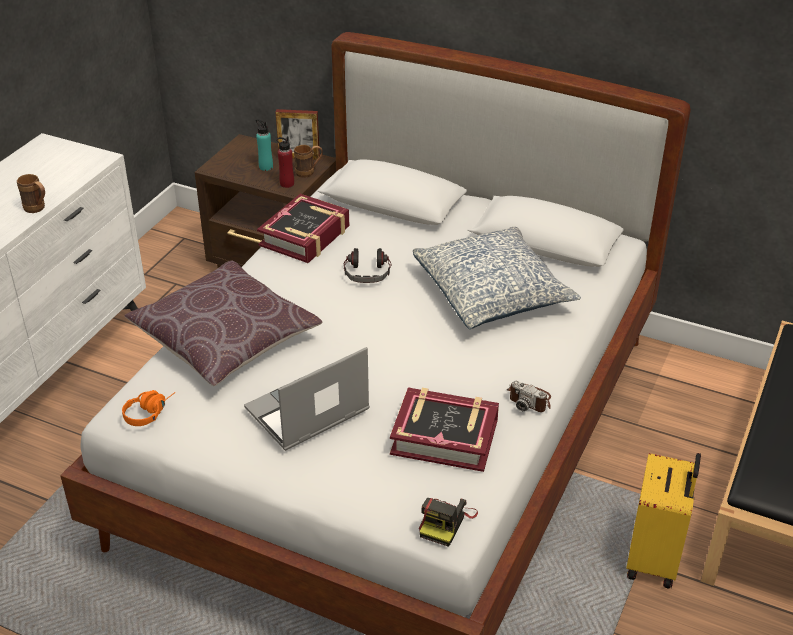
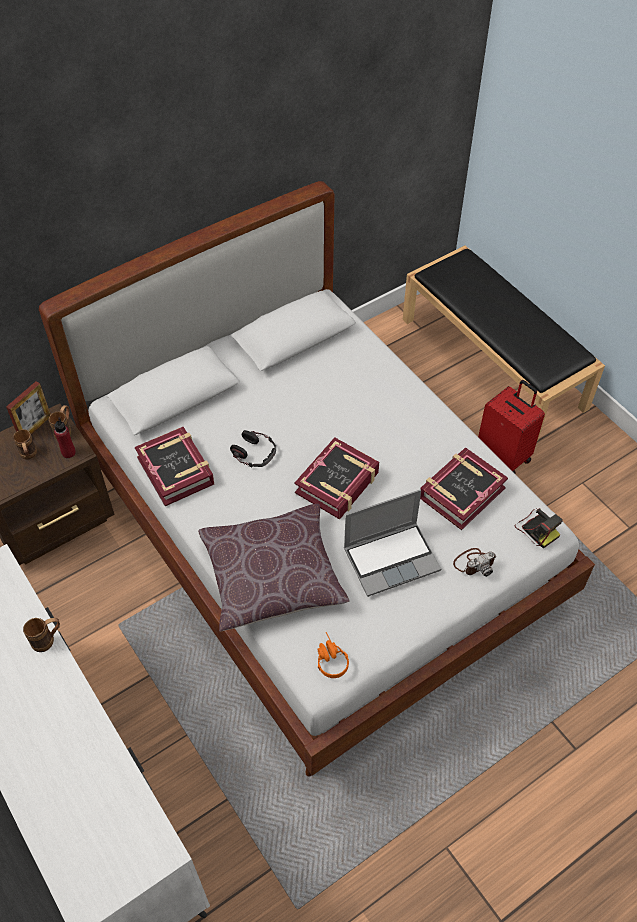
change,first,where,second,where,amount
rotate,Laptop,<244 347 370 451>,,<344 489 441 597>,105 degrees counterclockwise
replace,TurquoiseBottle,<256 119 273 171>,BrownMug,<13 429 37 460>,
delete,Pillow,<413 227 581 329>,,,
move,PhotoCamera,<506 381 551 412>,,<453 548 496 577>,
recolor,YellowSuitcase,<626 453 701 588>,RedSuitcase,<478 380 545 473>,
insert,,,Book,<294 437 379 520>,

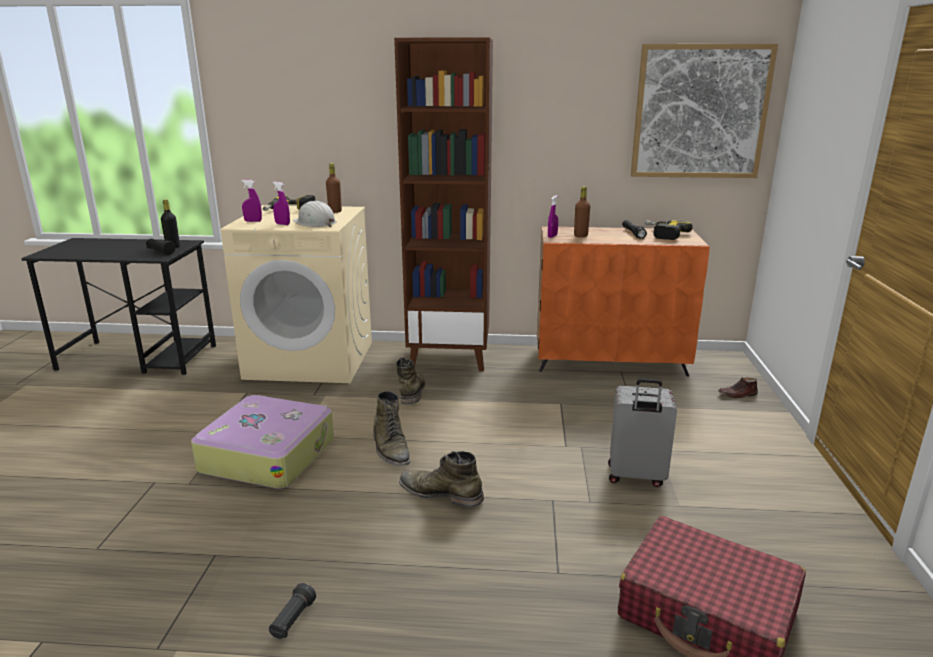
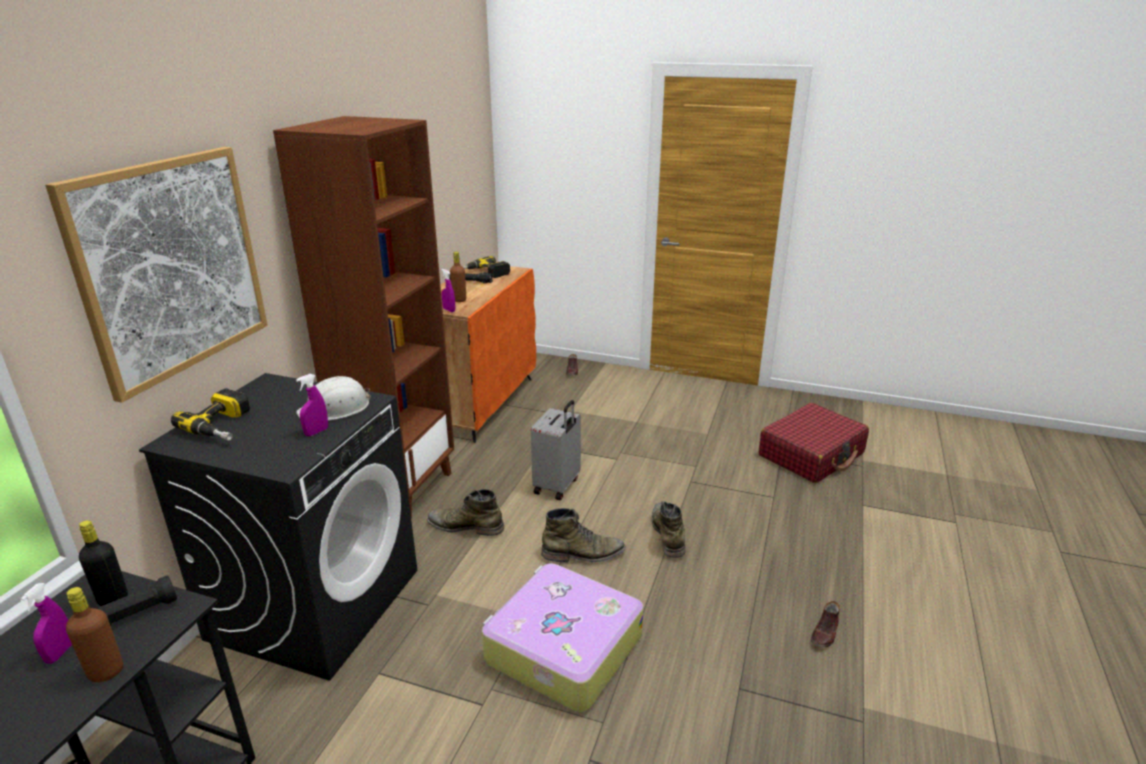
change,first,where,second,where,amount
recolor,BeigeWashingMachine,<221 205 372 383>,BlackWashingMachine,<139 373 417 681>,
move,PurpleSprayBottle,<241 180 262 222>,,<20 583 72 664>,
replace,BlackFlashlight,<269 583 316 639>,BrownShoe,<811 601 840 647>,
move,BrownBottle,<326 163 342 213>,,<66 587 123 682>,
rotate,GreenBoot,<399 451 484 507>,,<652 501 686 558>,135 degrees clockwise
move,GreySuitcase,<608 378 677 487>,,<531 400 581 500>,
move,Picture,<631 44 778 178>,,<45 147 268 403>,

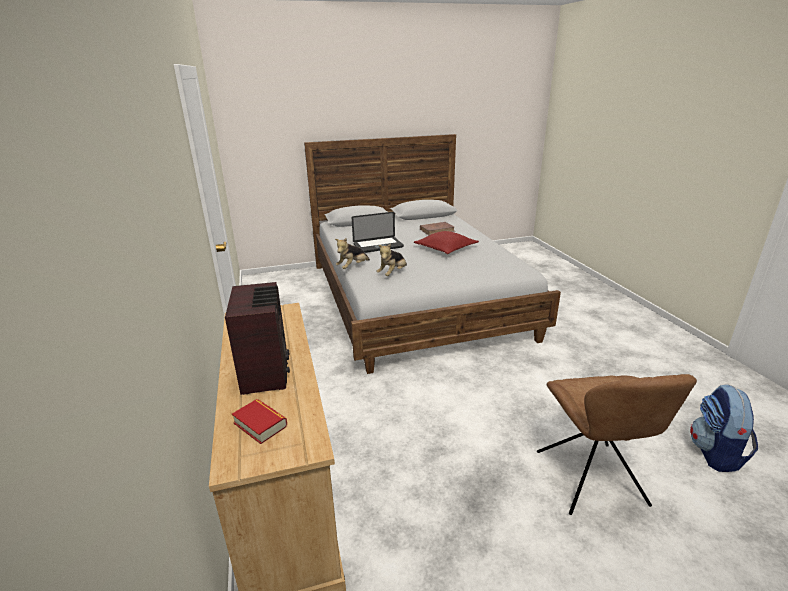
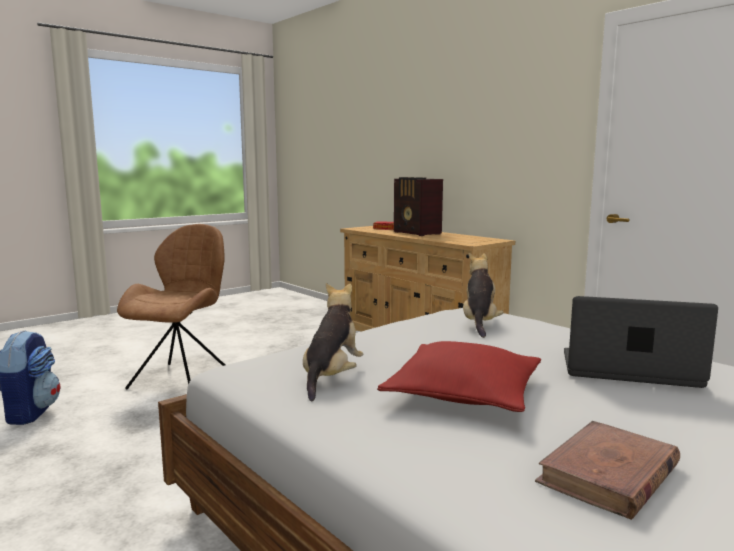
change,first,where,second,where,amount
move,PlushToy,<335 238 370 269>,,<303 283 363 402>,
rotate,Laptop,<352 212 404 253>,,<564 296 718 388>,60 degrees clockwise
rotate,BrownChair,<537 374 697 515>,,<117 224 225 389>,45 degrees clockwise

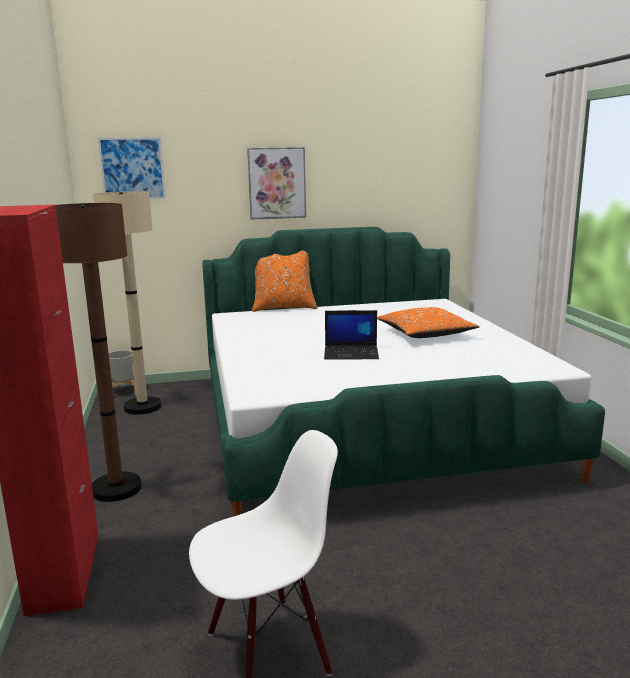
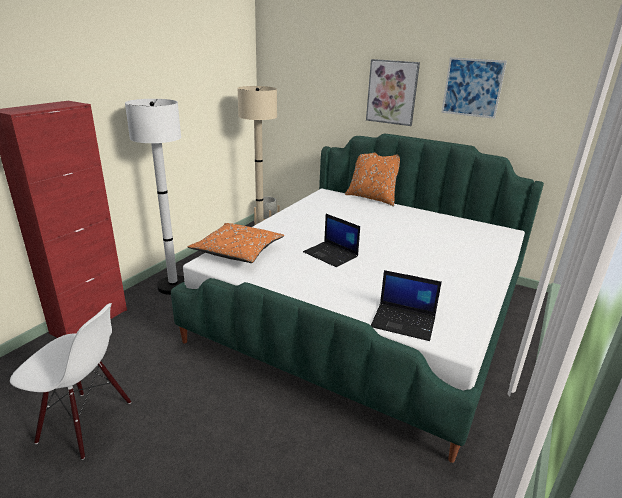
change,first,where,second,where,amount
recolor,BrownFloorLamp,<55 203 142 502>,WhiteFloorLamp,<125 99 184 295>,
move,Picture,<98 137 166 199>,,<441 57 507 119>,
move,OrangePillow,<377 307 480 338>,,<188 223 284 263>,
insert,,,Laptop,<371 270 442 341>,

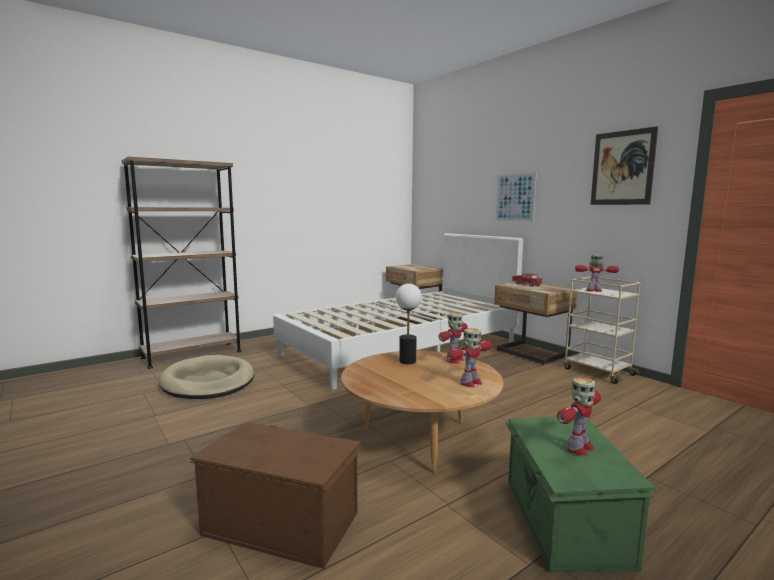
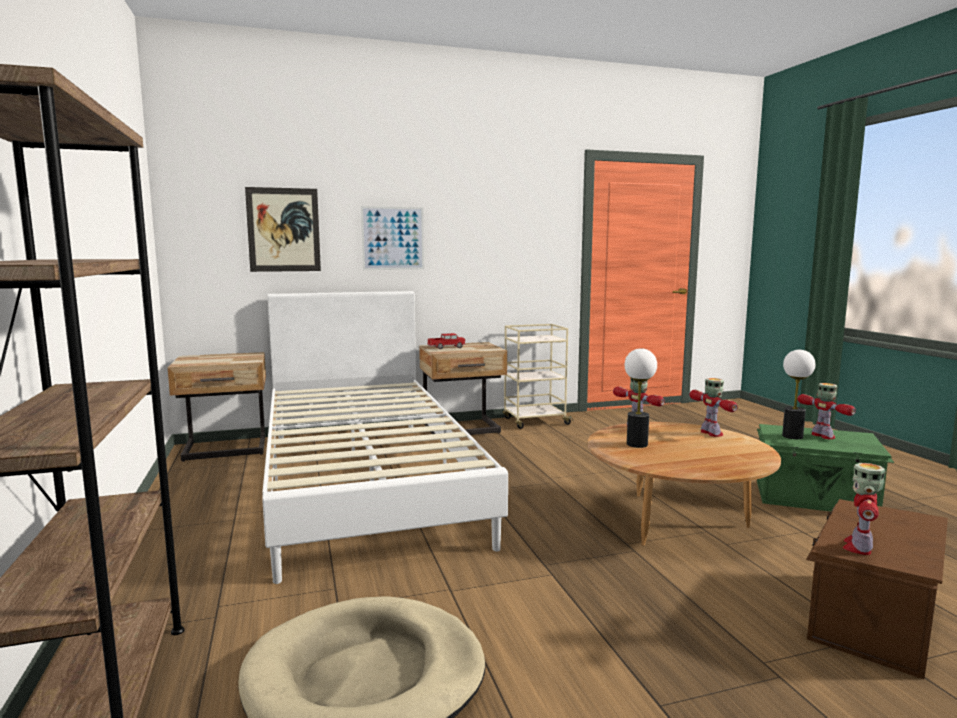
change,first,where,second,where,amount
move,ToyRobot,<575 255 619 292>,,<843 463 886 555>,
move,Picture,<591 126 658 205>,,<245 187 321 272>,
insert,,,TableLamp,<782 350 815 439>,

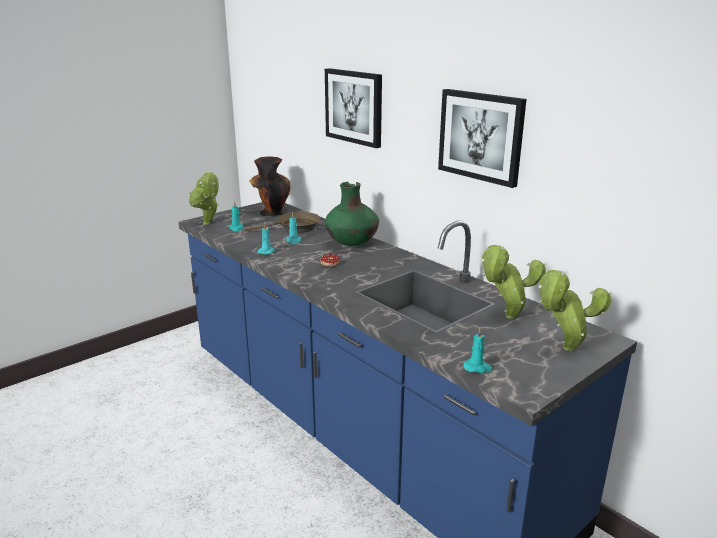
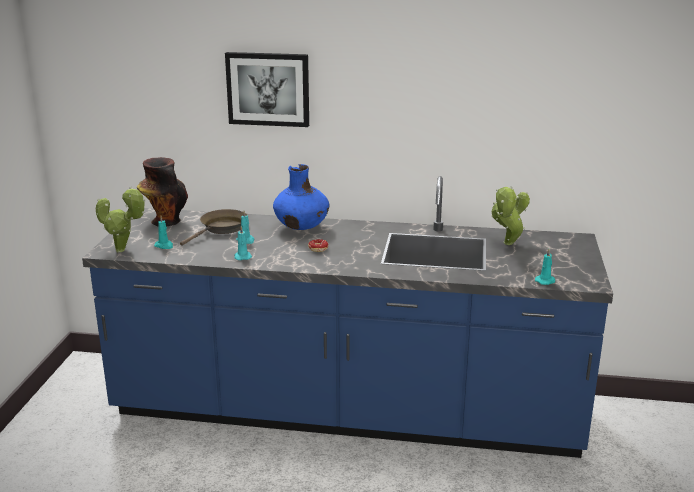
change,first,where,second,where,amount
recolor,GreenVase,<325 182 379 246>,BlueVase,<273 164 330 230>,
delete,Picture,<438 89 526 188>,,,
delete,PottedPlant,<538 270 612 351>,,,

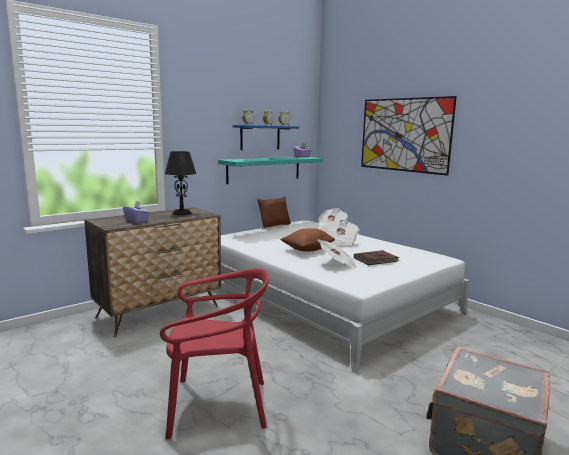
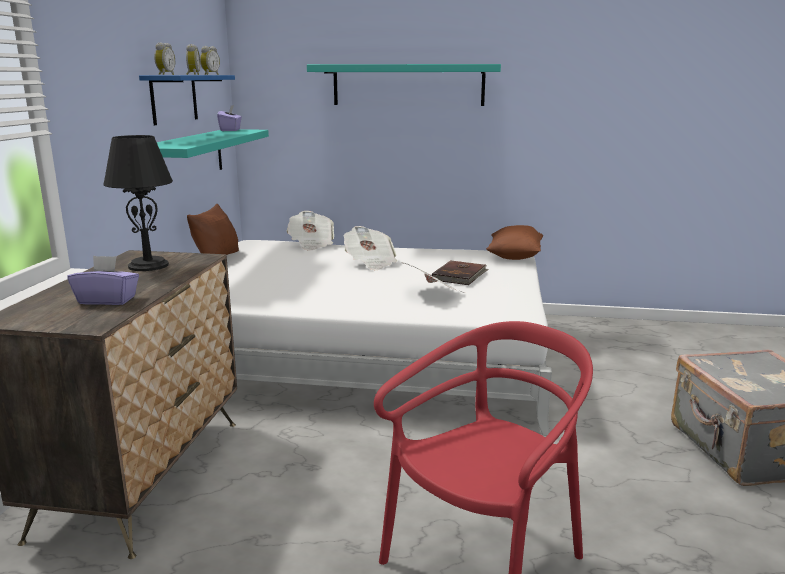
change,first,where,second,where,amount
move,BrownPillow,<280 228 335 252>,,<486 225 543 260>,
replace,Picture,<361 96 457 176>,TurquoiseShelf,<307 64 501 106>,

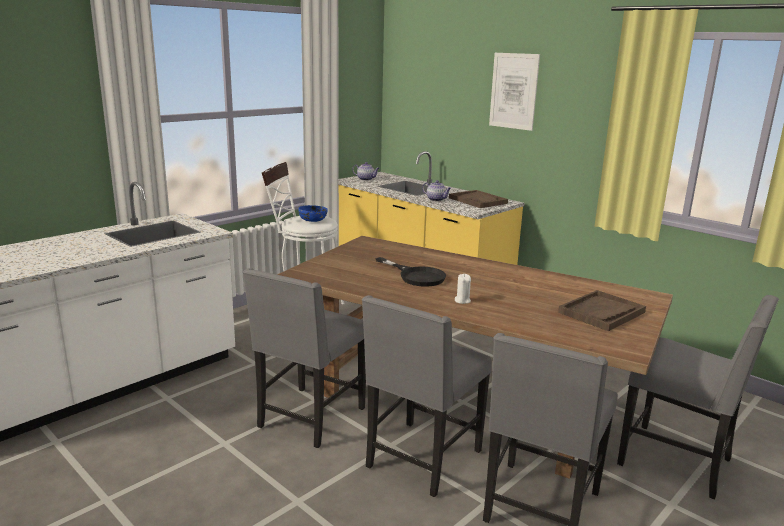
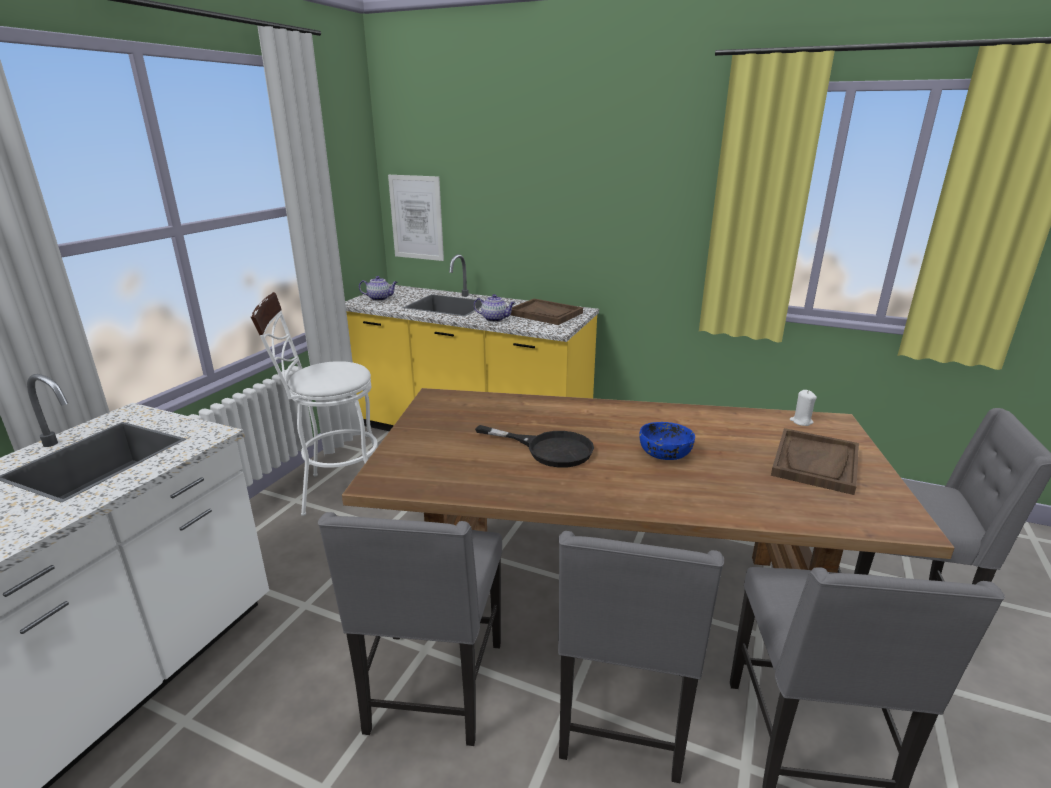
change,first,where,second,where,amount
move,BlueBowl,<299 205 327 222>,,<639 422 695 460>,
move,WhiteCandle,<455 274 471 304>,,<790 390 817 426>,
move,Picture,<489 53 540 131>,,<388 175 444 261>,

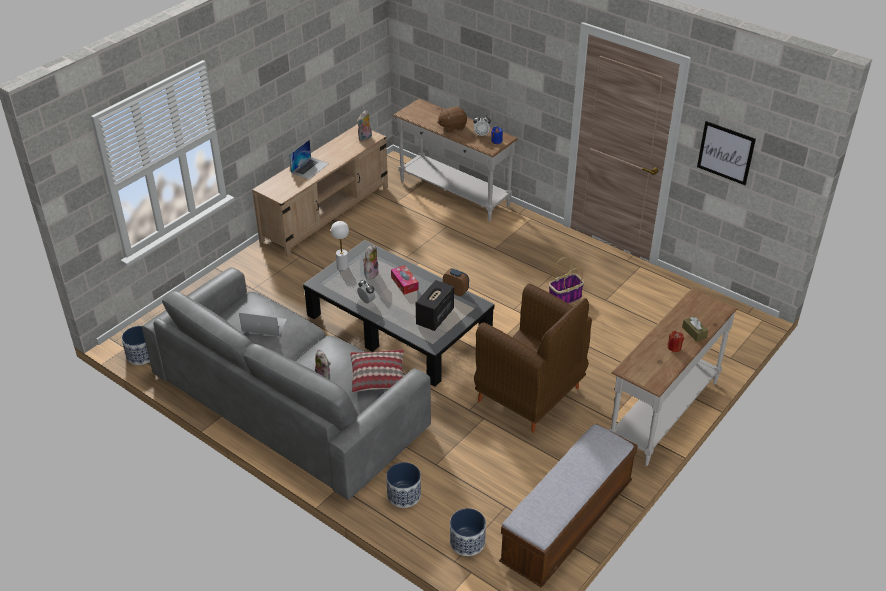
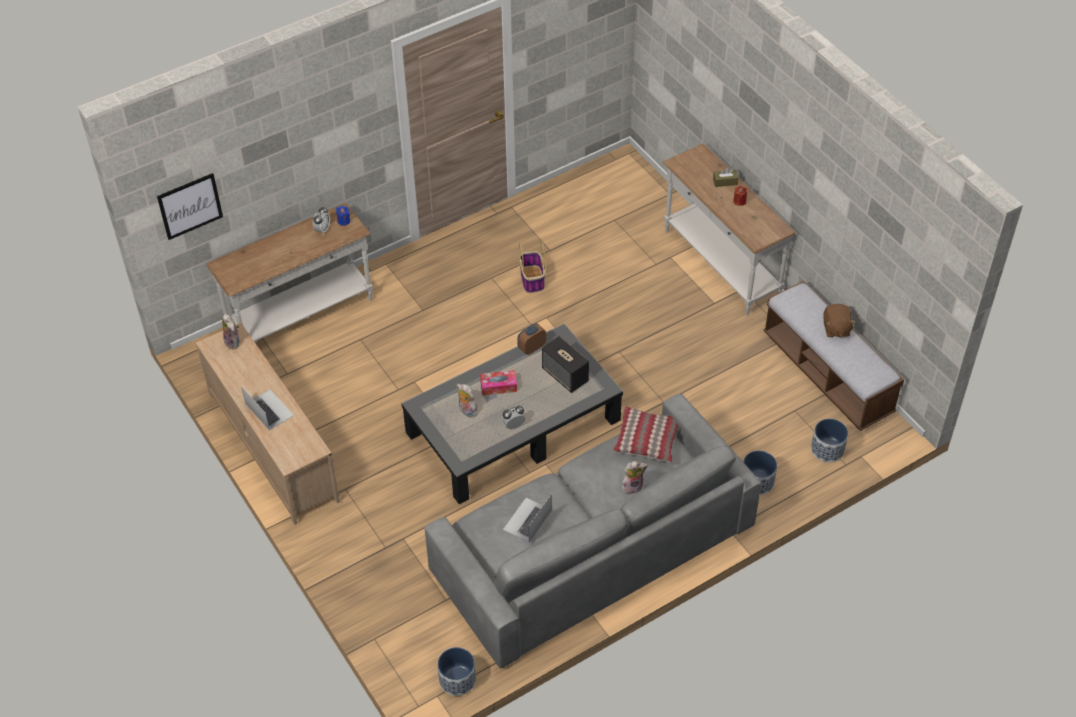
change,first,where,second,where,amount
delete,WhiteTableLamp,<331 221 349 271>,,,
move,BrownPlushToy,<437 107 467 133>,,<823 304 856 337>,
delete,BrownArmchair,<474 284 592 433>,,,
move,Picture,<697 121 756 185>,,<157 173 223 240>,

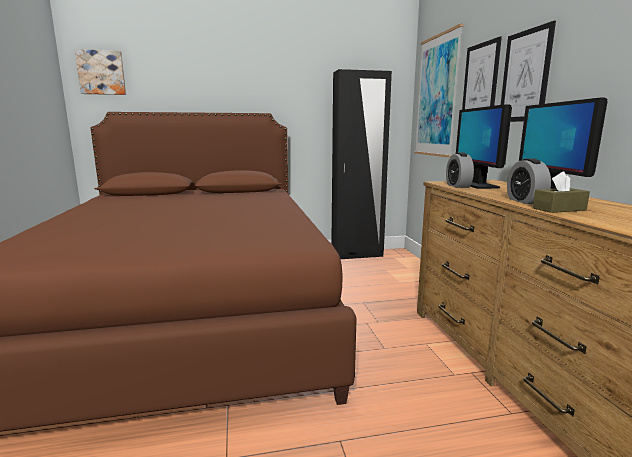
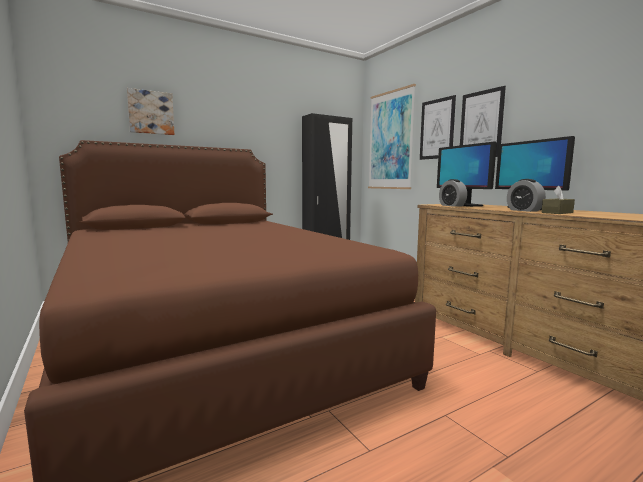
change,first,where,second,where,amount
move,Picture,<75 49 126 95>,,<127 88 174 135>,

